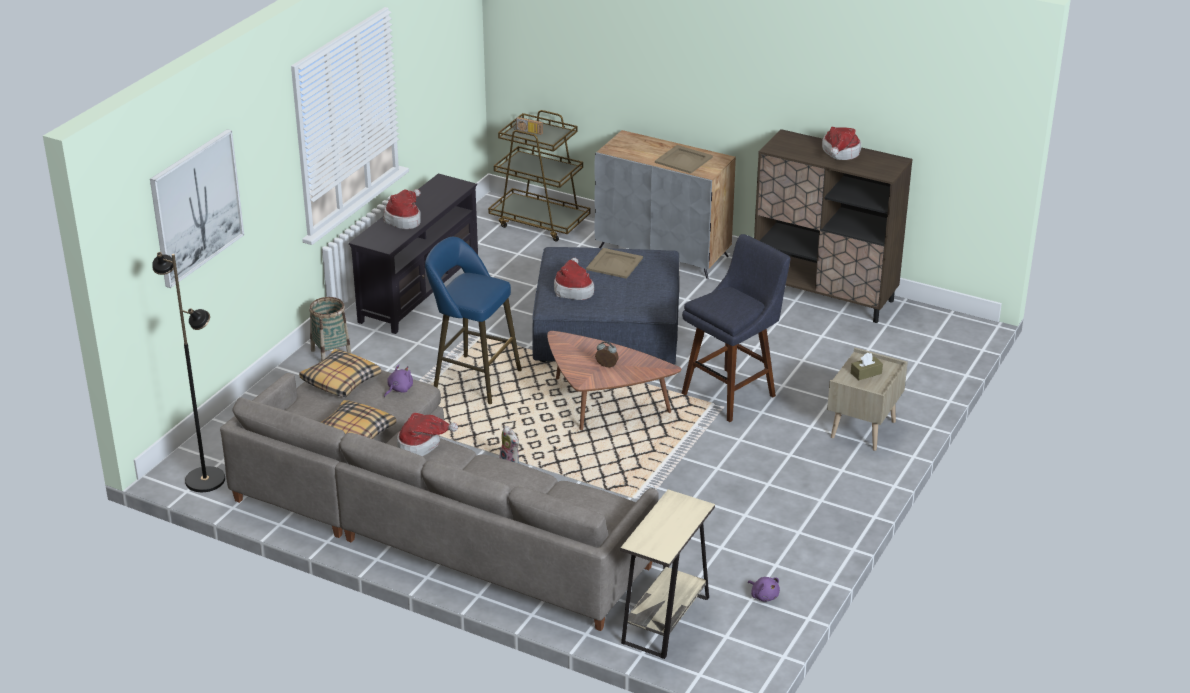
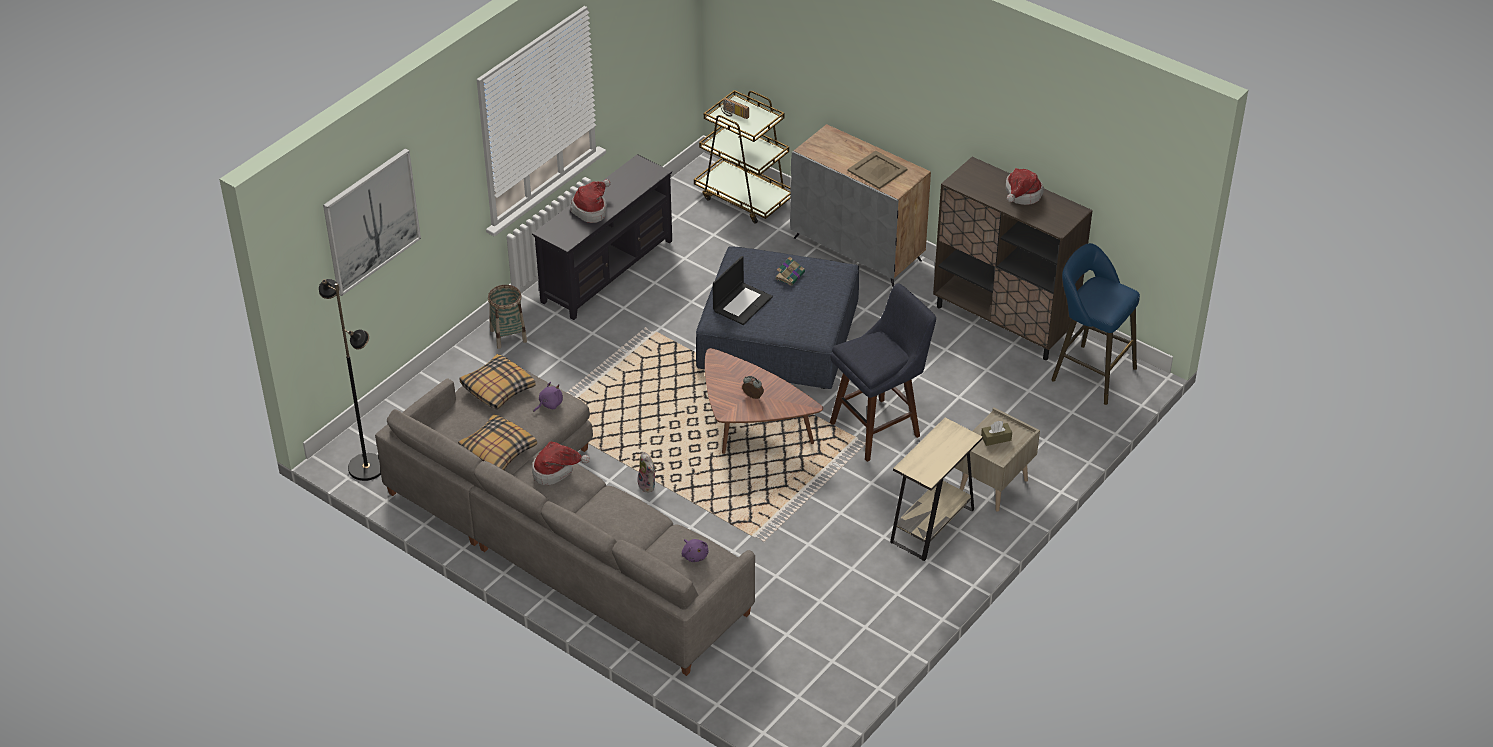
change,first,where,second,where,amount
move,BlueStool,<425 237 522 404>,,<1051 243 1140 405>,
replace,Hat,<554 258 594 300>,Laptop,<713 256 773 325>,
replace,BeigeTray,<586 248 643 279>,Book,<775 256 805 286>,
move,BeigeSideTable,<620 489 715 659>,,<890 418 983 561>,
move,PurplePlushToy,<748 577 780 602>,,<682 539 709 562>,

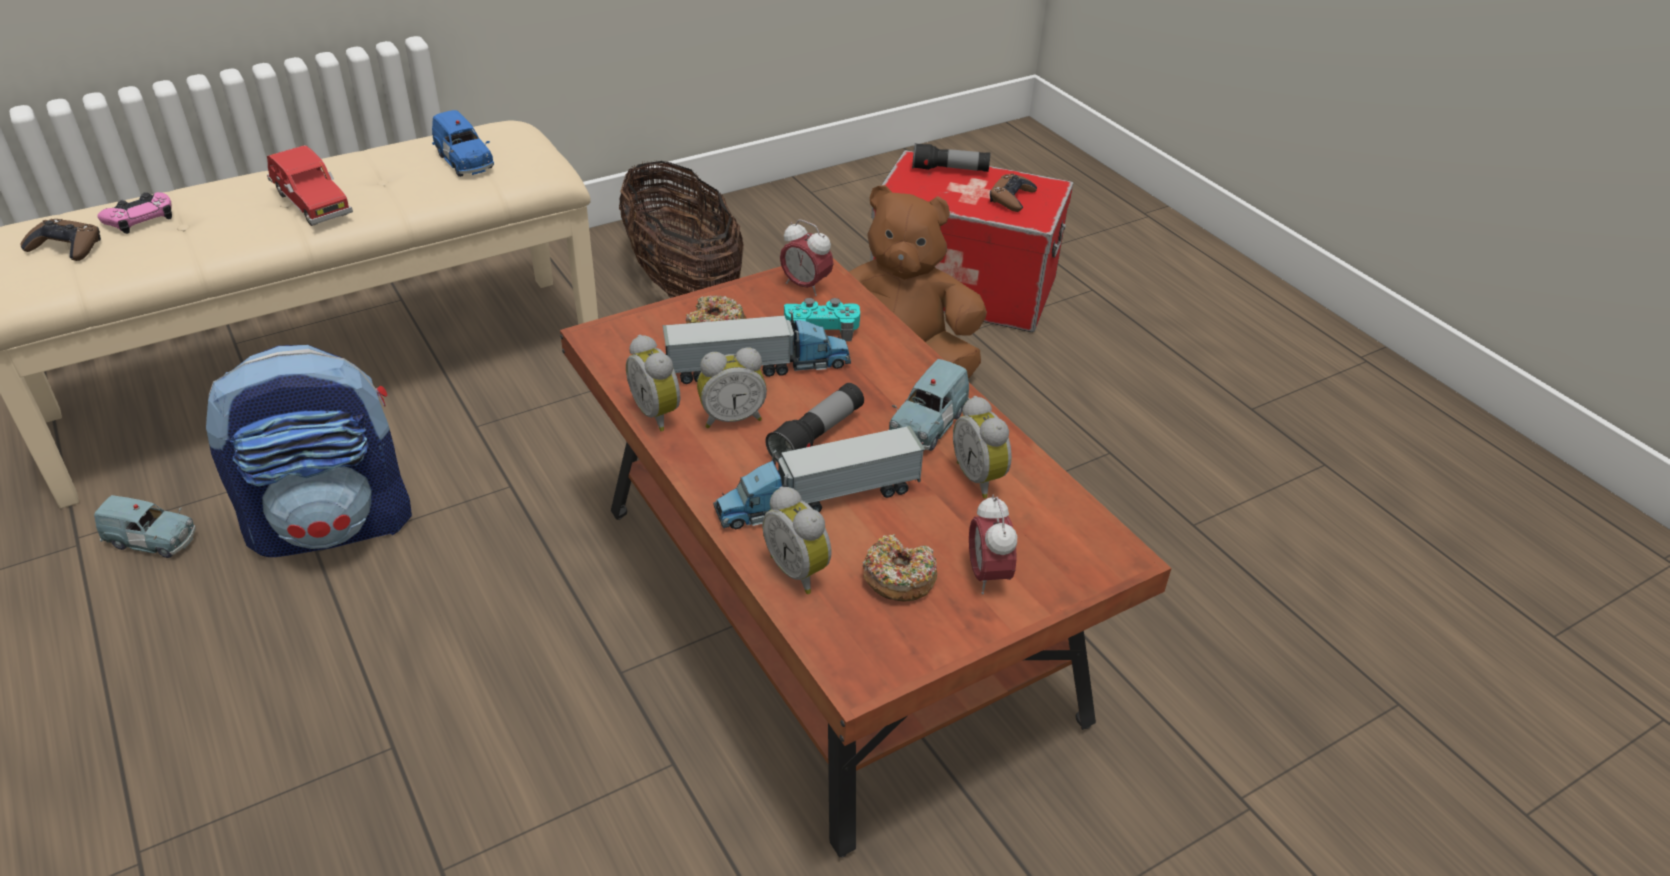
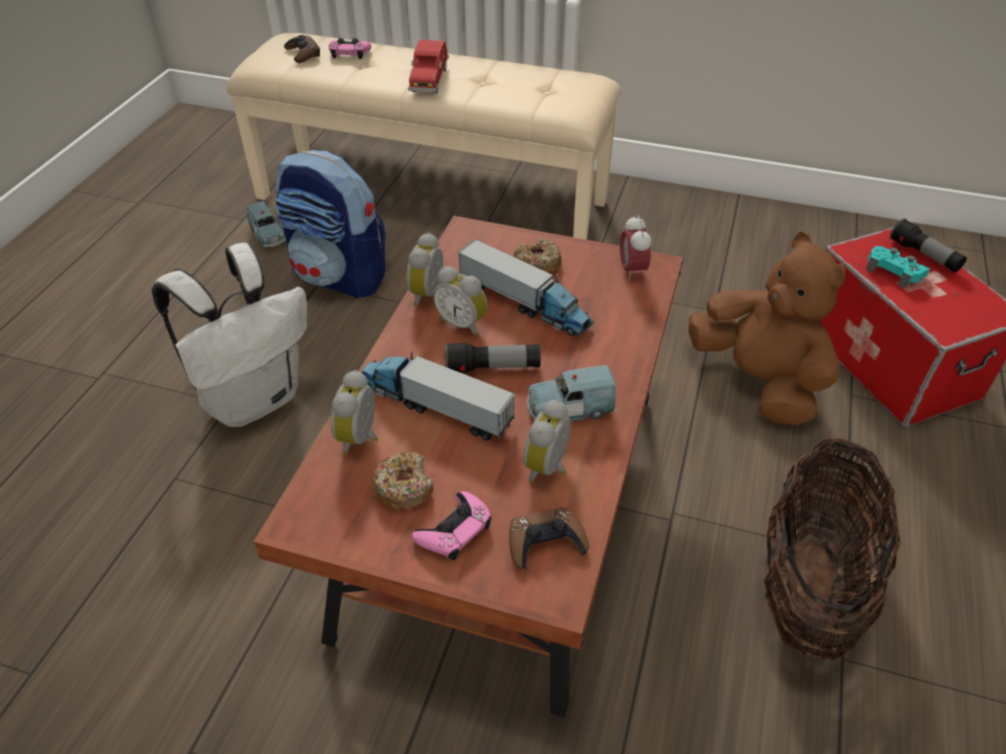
change,first,where,second,where,amount
delete,BlueToyCar,<432 110 494 177>,,,
move,Basket,<619 160 744 298>,,<764 437 901 660>,
move,TurquoiseGameController,<784 298 860 341>,,<866 246 930 288>,
replace,AlarmClock,<969 494 1017 595>,PinkGameController,<412 491 492 560>,
move,BrownGameController,<990 173 1037 212>,,<509 507 589 569>,
insert,,,WhiteBackpack,<152 242 307 427>,

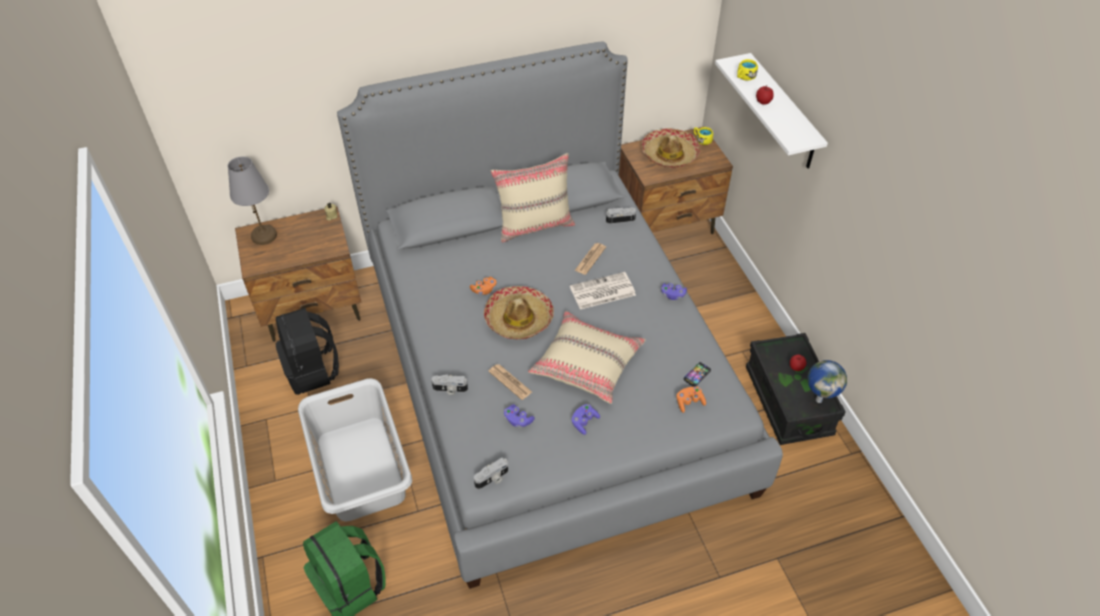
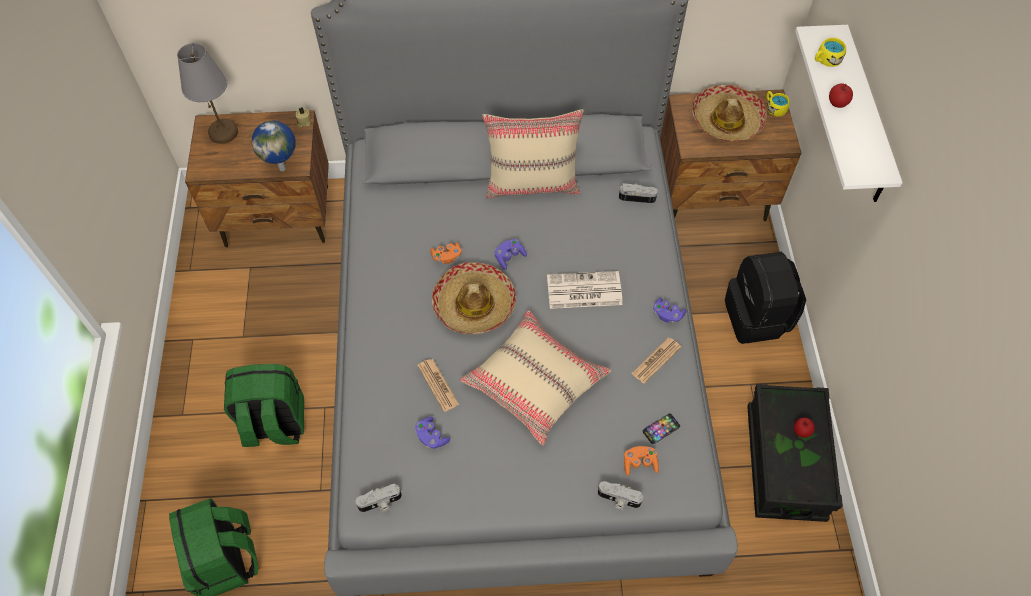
change,first,where,second,where,amount
move,BlackBackpack,<275 308 339 395>,,<725 252 806 344>,
replace,GreyLaundryBasket,<298 378 412 522>,GreenBackpack,<224 364 304 447>,
move,PhotoCamera,<431 375 468 395>,,<598 481 643 510>,
move,PurpleGameController,<571 404 600 435>,,<495 239 527 270>,
move,Newspaper,<574 243 606 275>,,<631 338 681 384>,
move,Globe,<807 360 847 403>,,<252 120 296 171>,

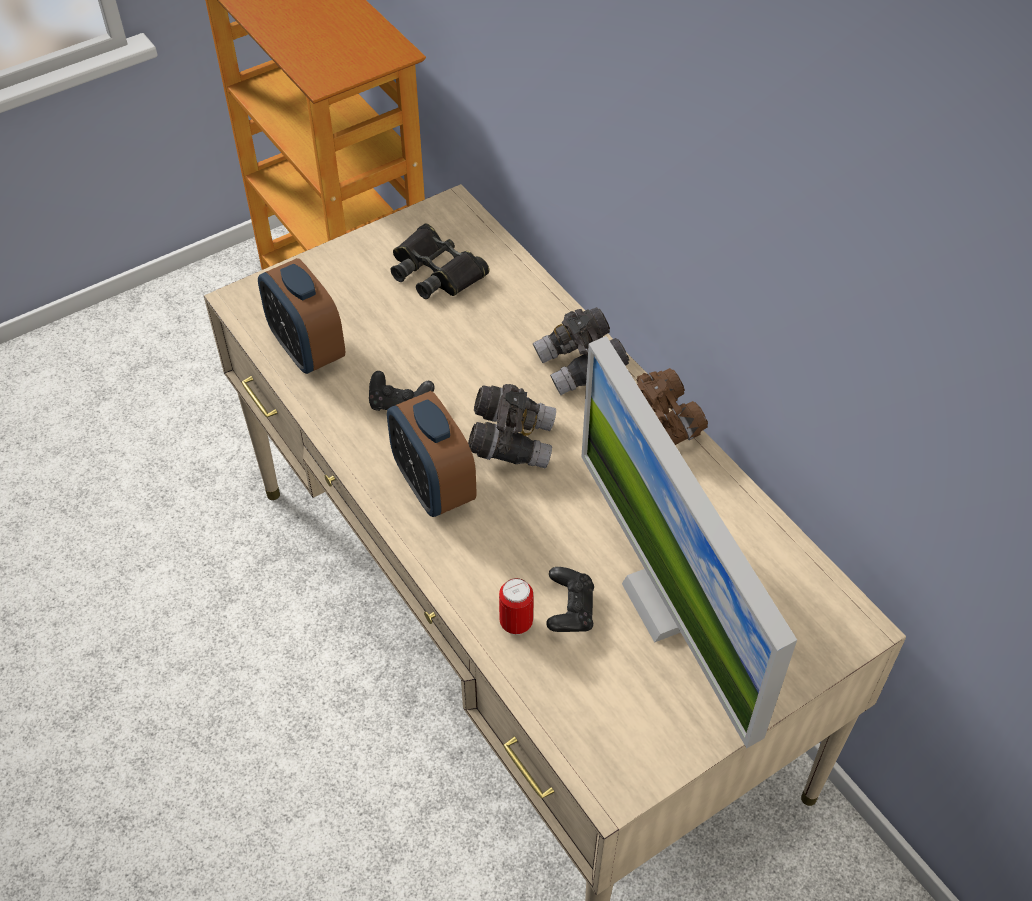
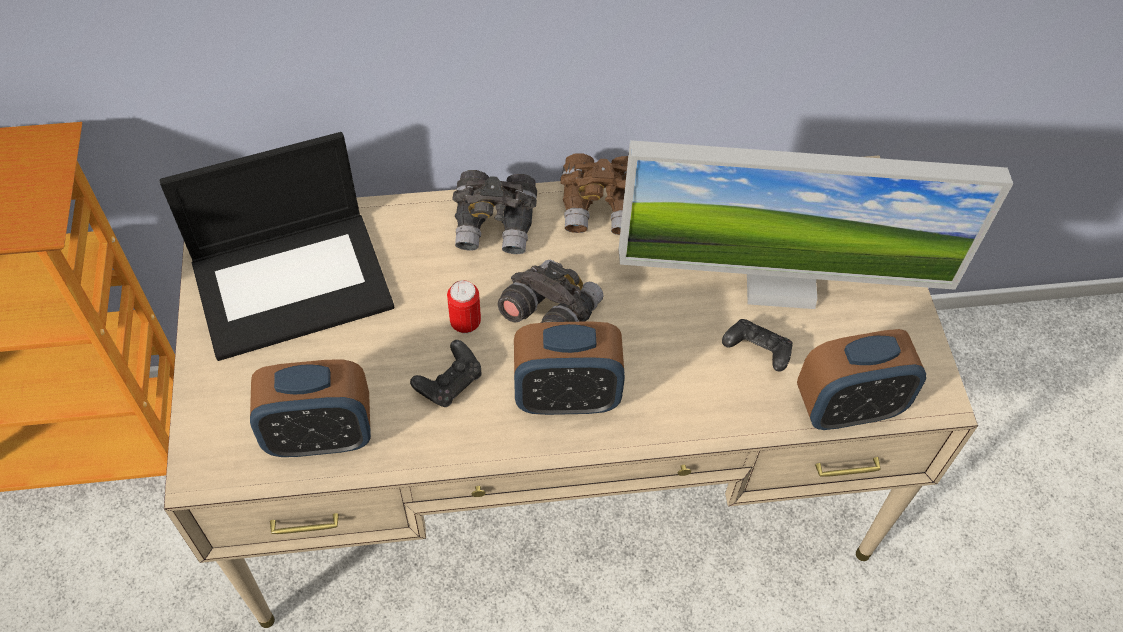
change,first,where,second,where,amount
replace,BlackBinoculars,<391 224 489 299>,Laptop,<160 132 394 361>,
move,Can,<499 578 534 635>,,<447 280 481 334>,
insert,,,AlarmClock,<797 329 926 430>,

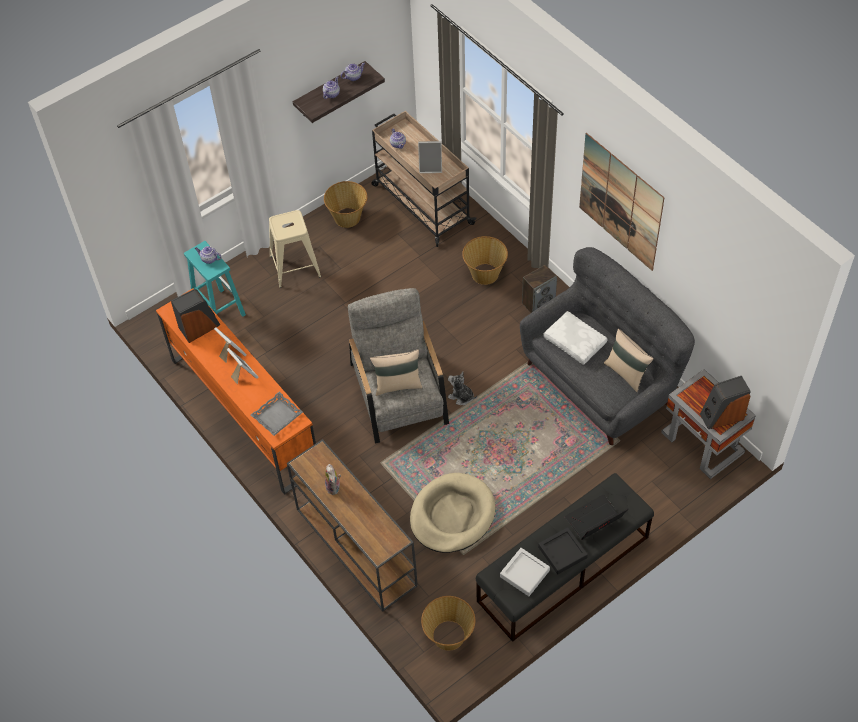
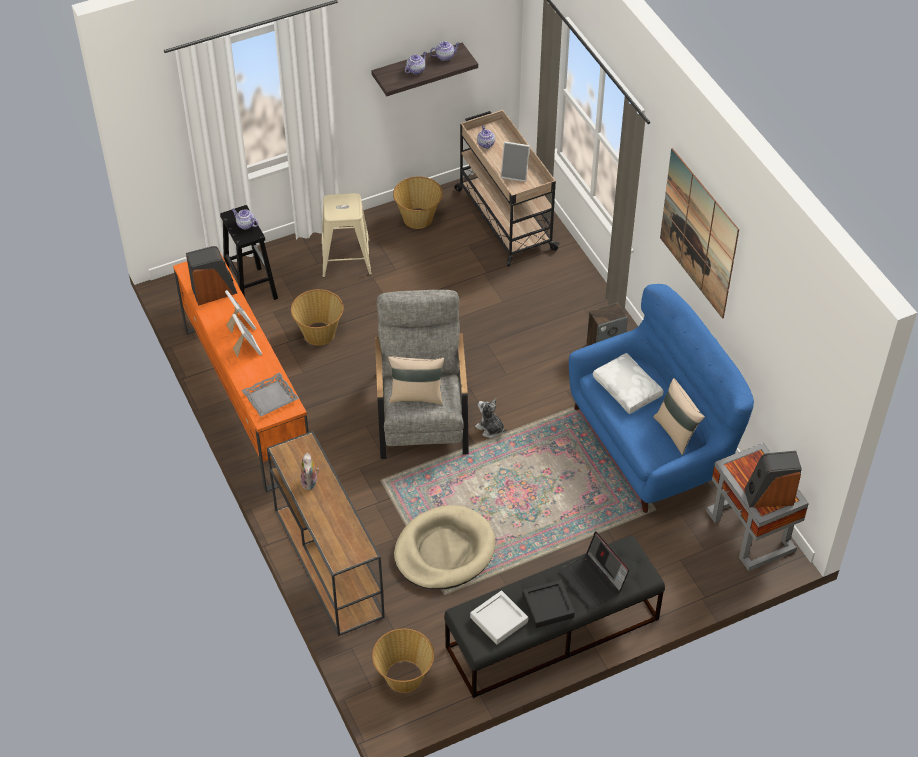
change,first,where,second,where,amount
recolor,TurquoiseStool,<184 241 246 317>,BlackStool,<220 205 278 300>,
move,Basket,<462 236 508 285>,,<291 289 344 346>,
recolor,GreySofa,<520 247 695 445>,BlueSofa,<569 284 754 513>,
rotate,Laptop,<564 494 628 540>,,<559 531 629 610>,105 degrees counterclockwise

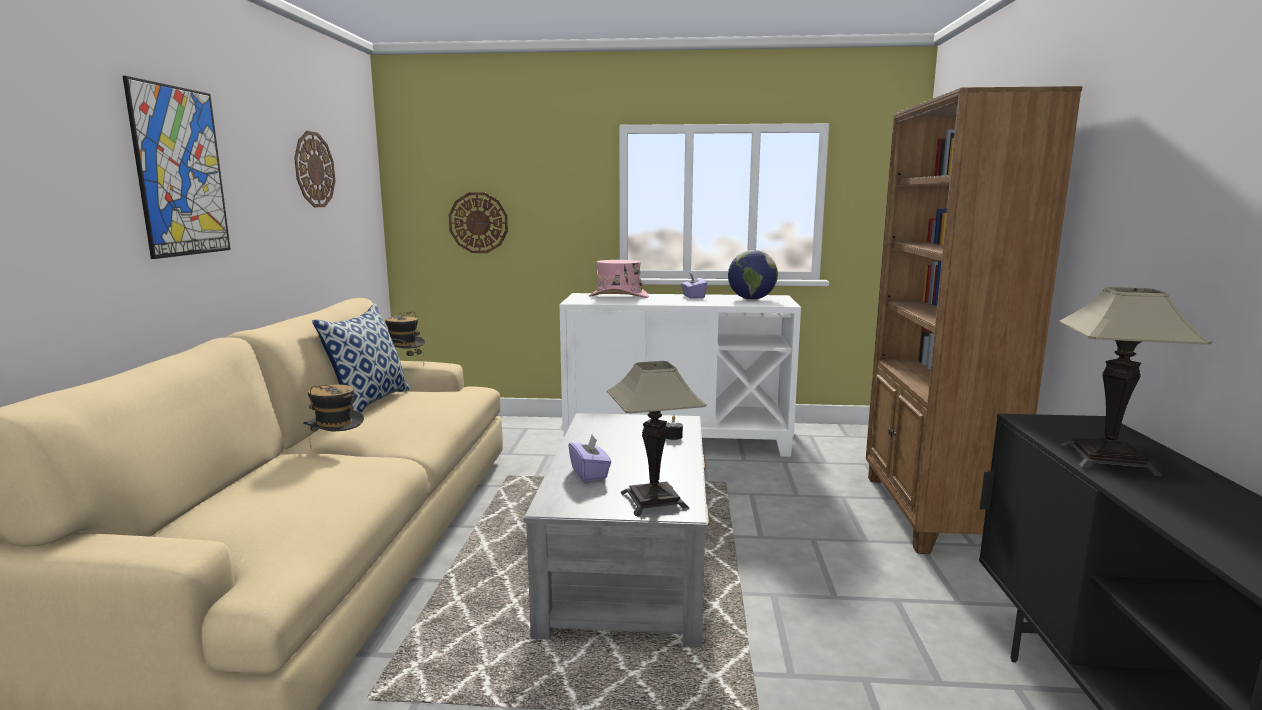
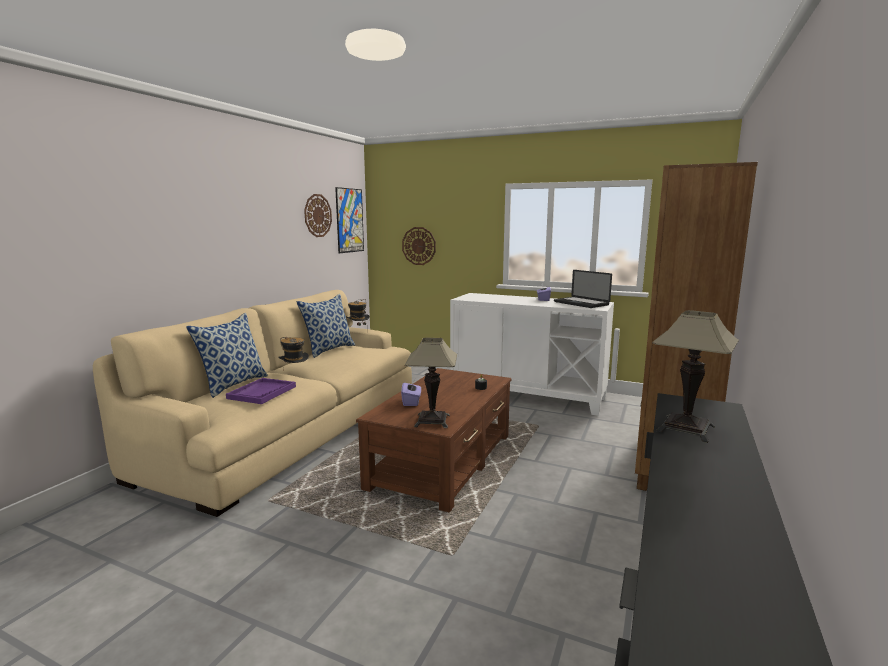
change,first,where,second,where,amount
move,Picture,<123 76 231 259>,,<335 187 364 254>,
recolor,GreyCoffeeTable,<523 413 710 647>,BrownCoffeeTable,<356 368 512 513>,
delete,PinkHat,<589 260 649 298>,,,
replace,Globe,<728 250 778 300>,Laptop,<554 270 612 308>,
insert,,,Pillow,<186 313 268 398>,
insert,,,PurpleTray,<226 378 296 404>,

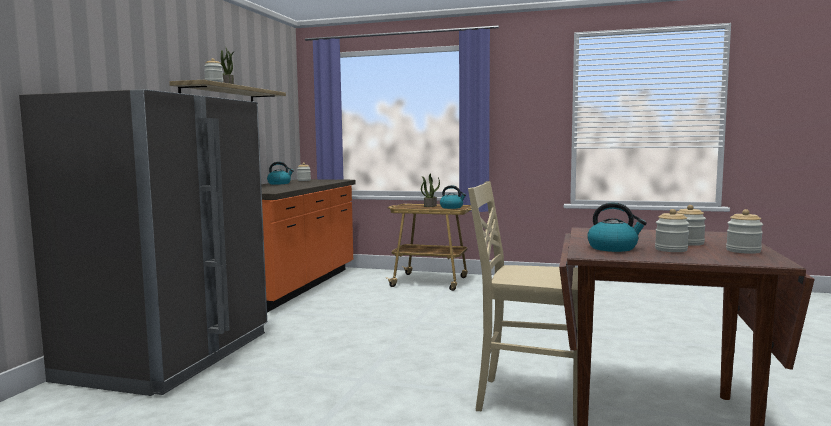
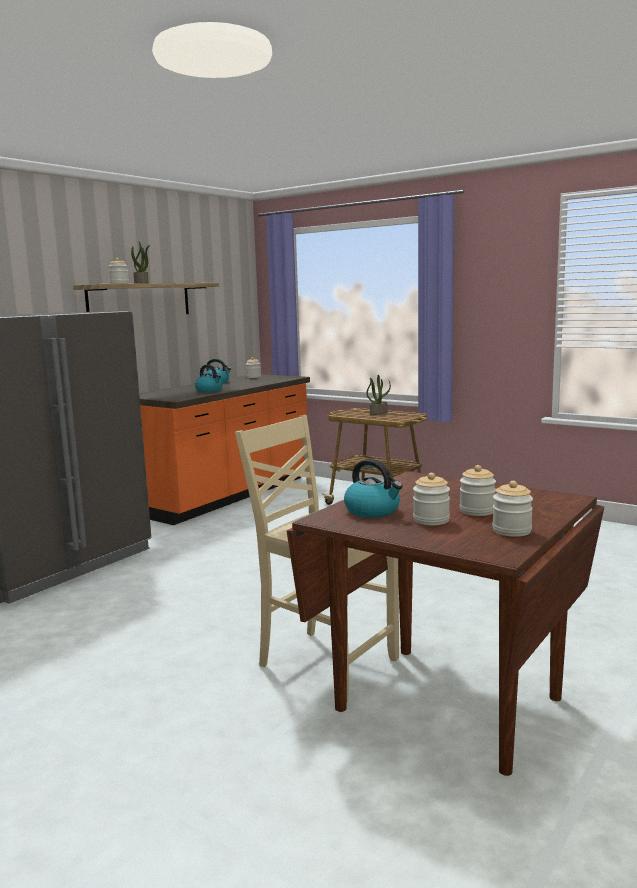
change,first,where,second,where,amount
move,Kettle,<440 185 466 209>,,<195 364 223 392>,

